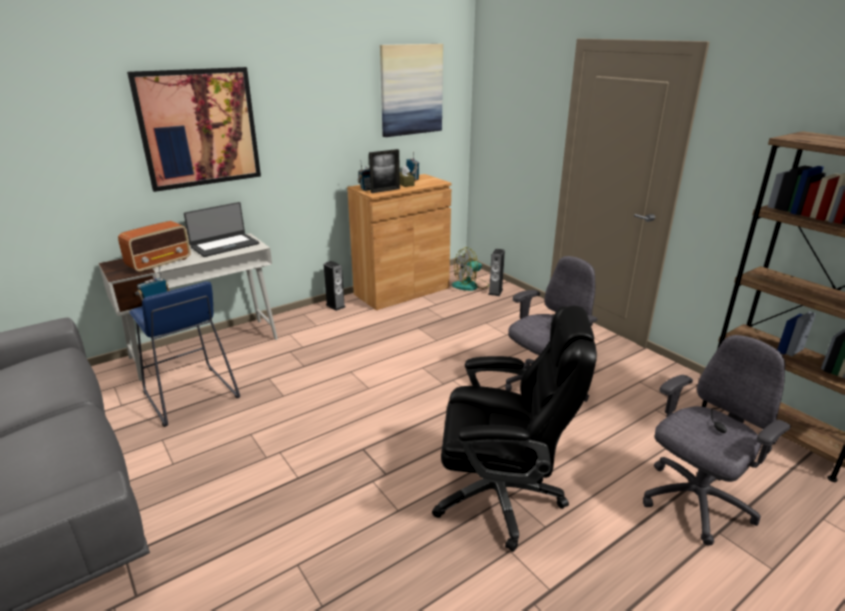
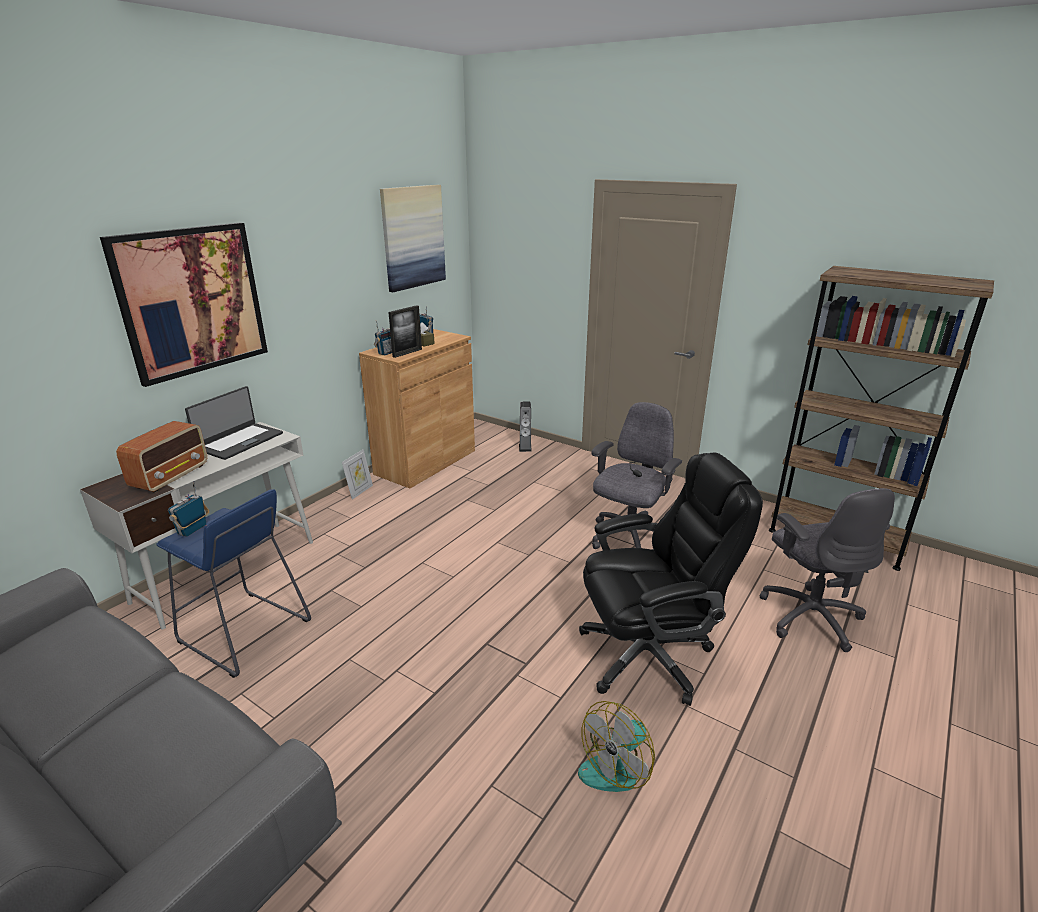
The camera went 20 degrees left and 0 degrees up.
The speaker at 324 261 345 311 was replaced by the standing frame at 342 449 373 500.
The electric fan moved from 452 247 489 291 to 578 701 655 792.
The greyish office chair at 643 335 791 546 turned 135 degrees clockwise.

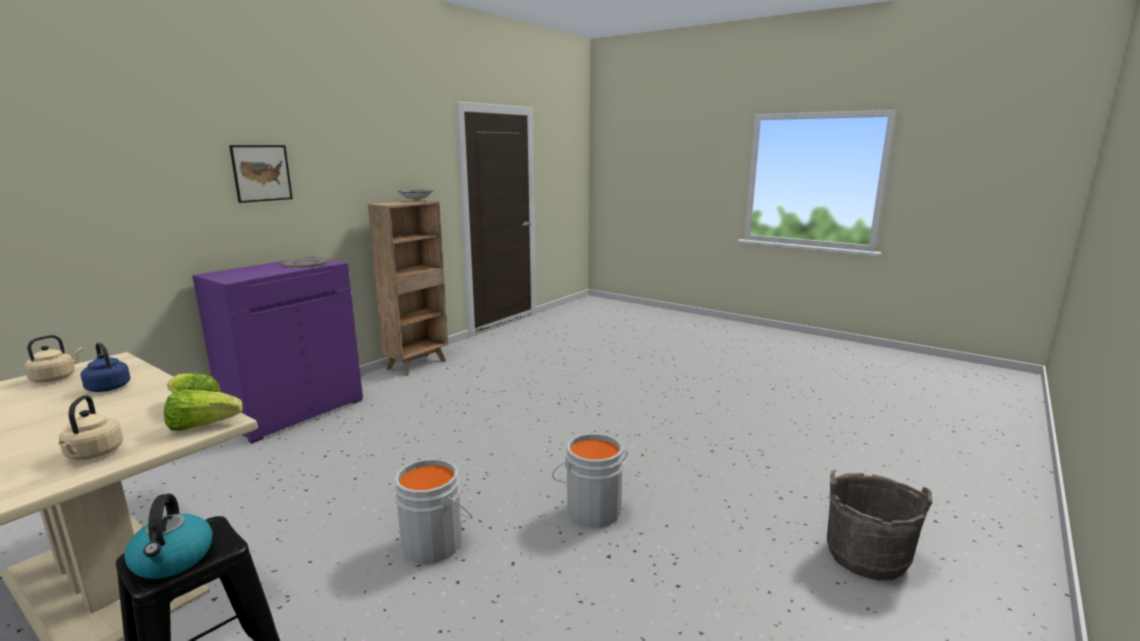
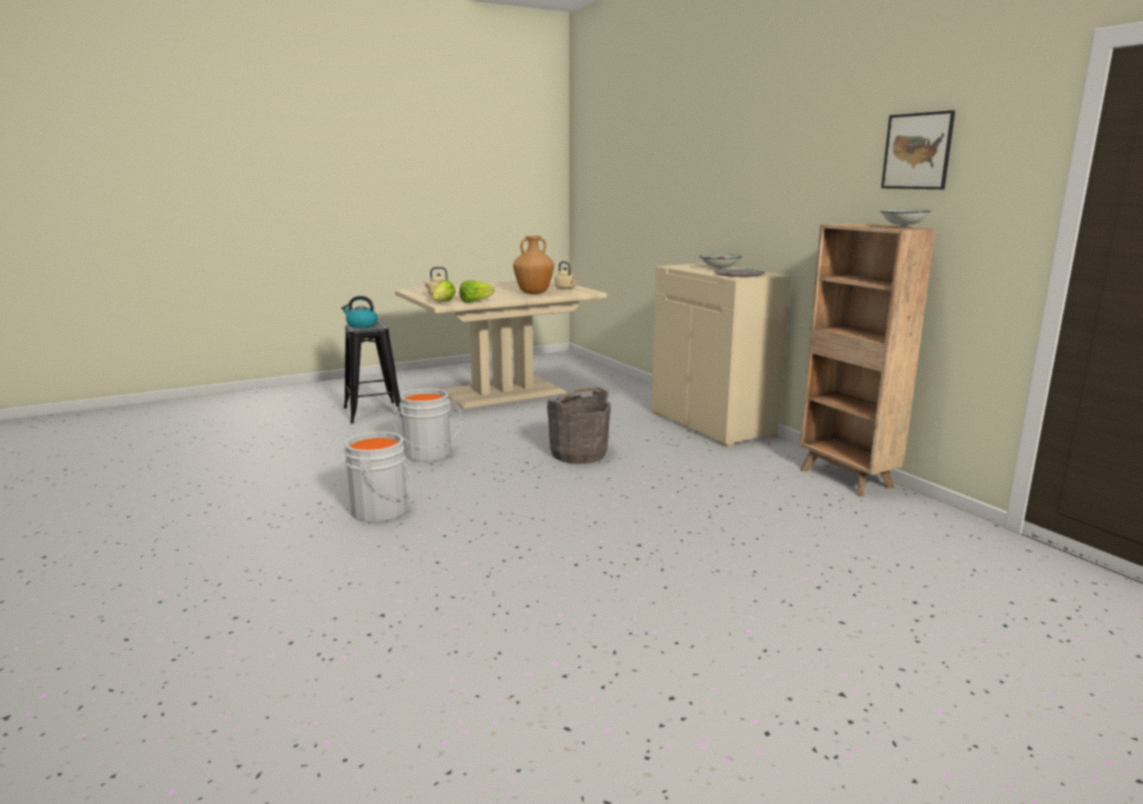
The camera went 115 degrees right and 0 degrees up.
The blue kettle at 81 342 131 392 was replaced by the brownish decorative vase at 513 236 554 294.
The purple cabinet at 192 256 363 443 became the sand-coloured cabinet at 652 263 791 447.
The wall art moved from 229 145 293 203 to 881 110 955 189.
The greyish pail moved from 827 471 933 580 to 547 388 611 464.
The bowl at 699 254 742 269 appeared.

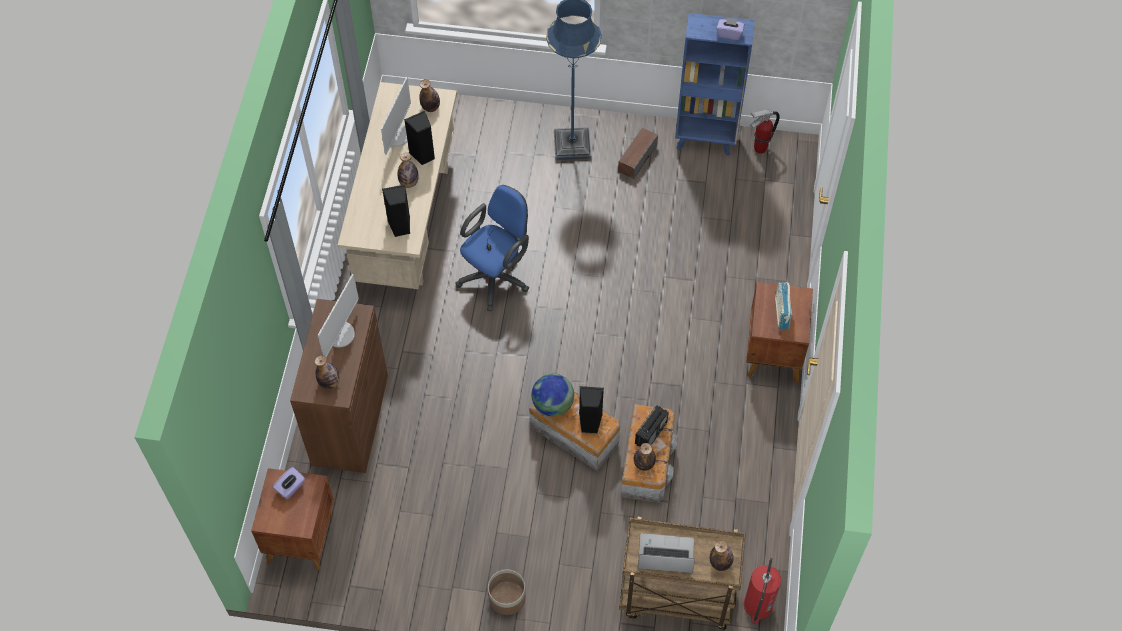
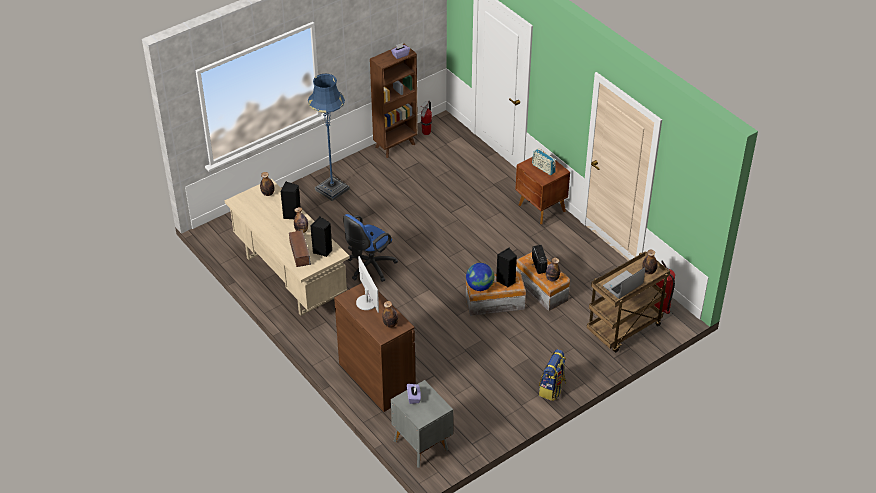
The camera went 45 degrees left and 15 degrees down.
The brownish night table at 251 468 334 570 became the greyish night table at 391 380 453 468.
The monitor at 381 77 411 155 disappeared.
The blue office chair at 455 185 529 311 turned 135 degrees counterclockwise.
The planter at 488 569 526 615 was replaced by the knapsack at 539 349 566 401.
The speaker moved from 618 128 658 179 to 289 230 311 267.
The blue shelving unit at 675 13 755 156 became the brownish shelving unit at 370 44 418 158.

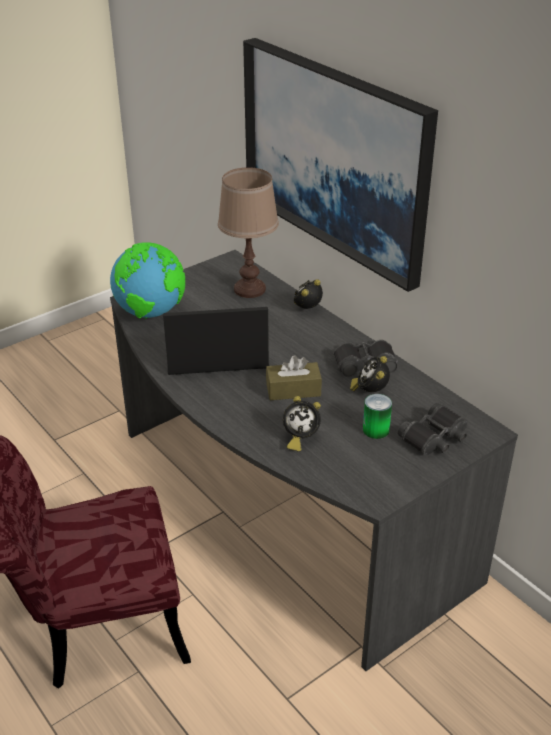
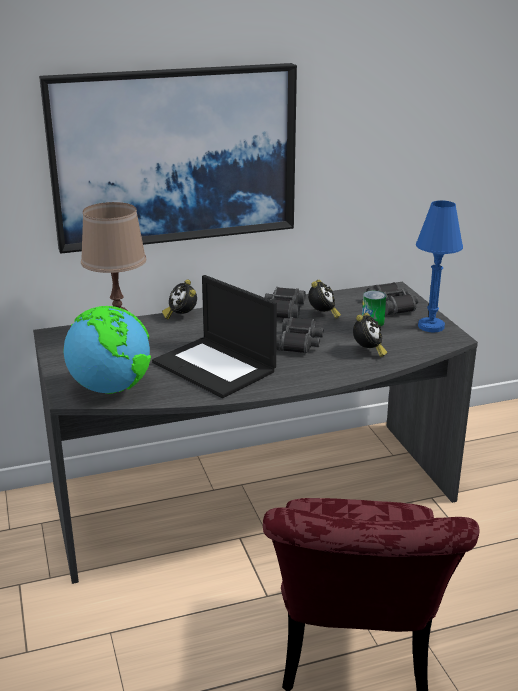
The camera went 70 degrees left and 10 degrees down.
The laptop at 163 307 269 375 turned 60 degrees counterclockwise.
The brownish tissue holder at 266 355 322 400 was replaced by the black binoculars at 276 317 324 353.
The table clock at 350 356 390 392 turned 105 degrees counterclockwise.
The blue tabletop lamp at 416 200 463 333 appeared.

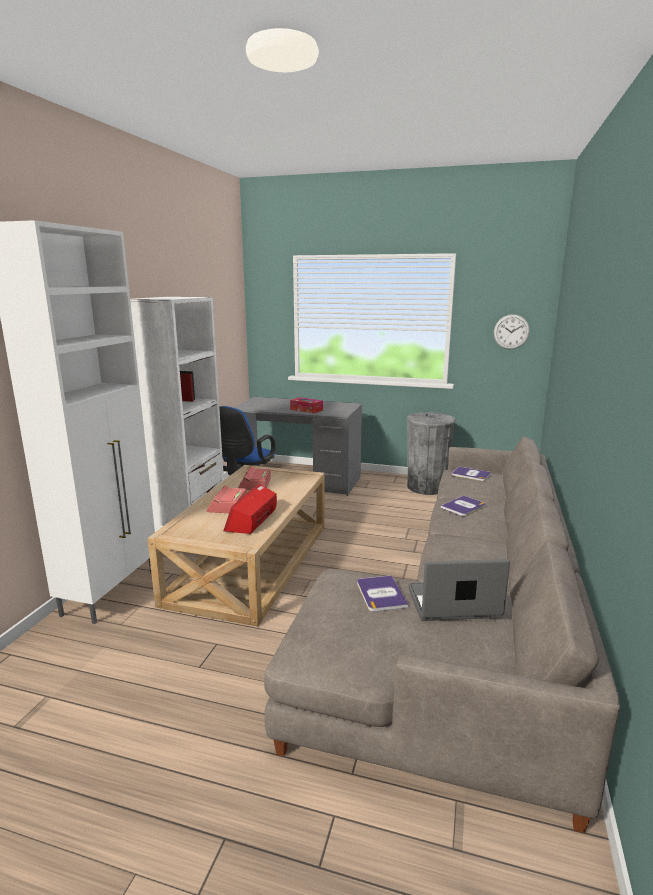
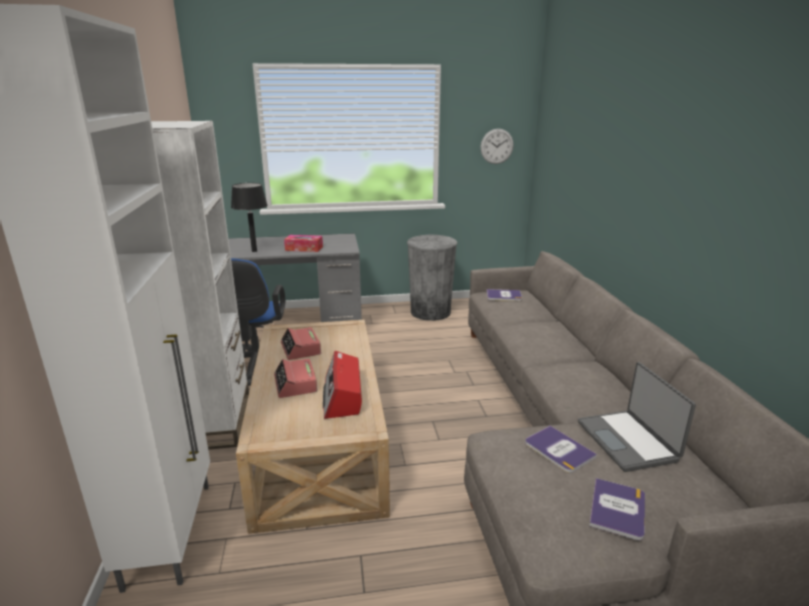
The camera went 25 degrees left and 5 degrees up.
The laptop at 408 559 510 621 turned 75 degrees counterclockwise.
The volume moved from 441 496 486 516 to 589 478 645 540.
The black tabletop lamp at 231 183 268 252 appeared.

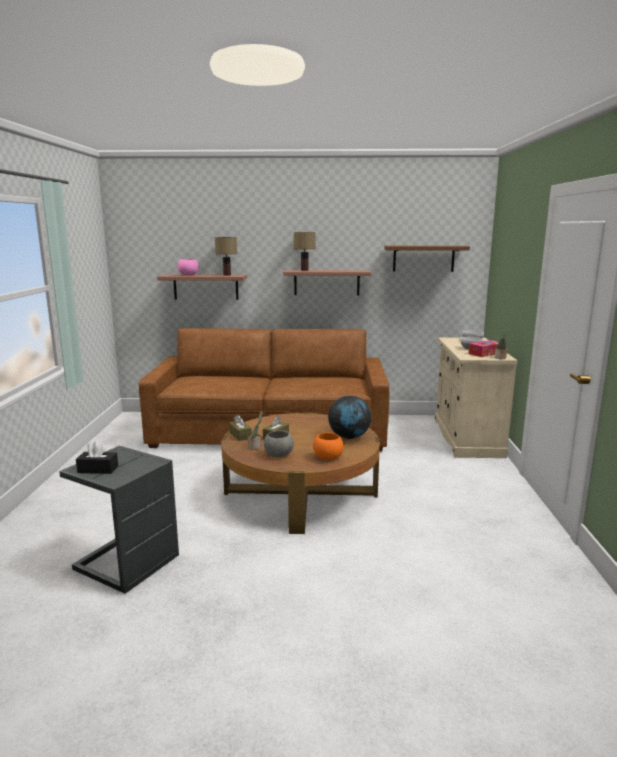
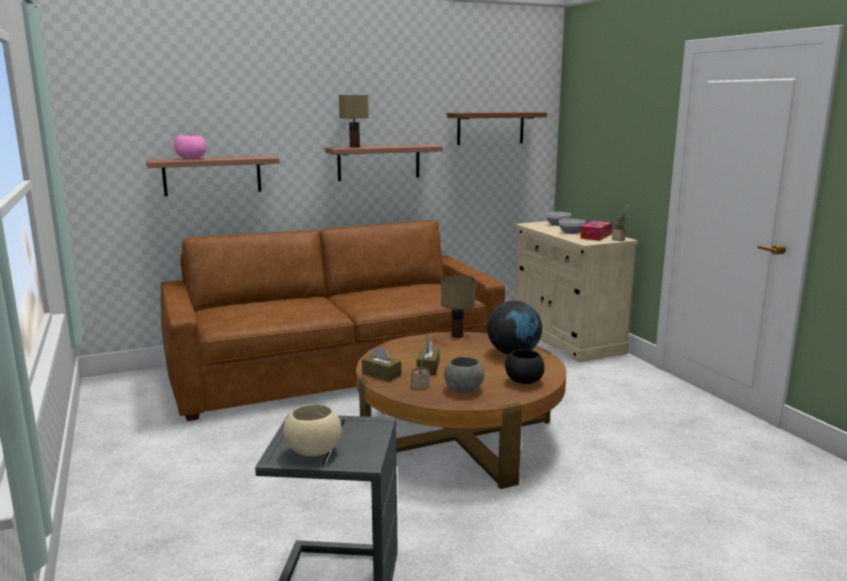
The camera went 25 degrees left and 0 degrees up.
The black tissue holder at 76 441 118 474 was replaced by the sand-coloured bowl at 284 404 342 456.
The tabletop lamp moved from 215 237 237 276 to 441 275 476 338.
The orangey bowl at 313 432 344 460 became the black bowl at 505 349 545 384.

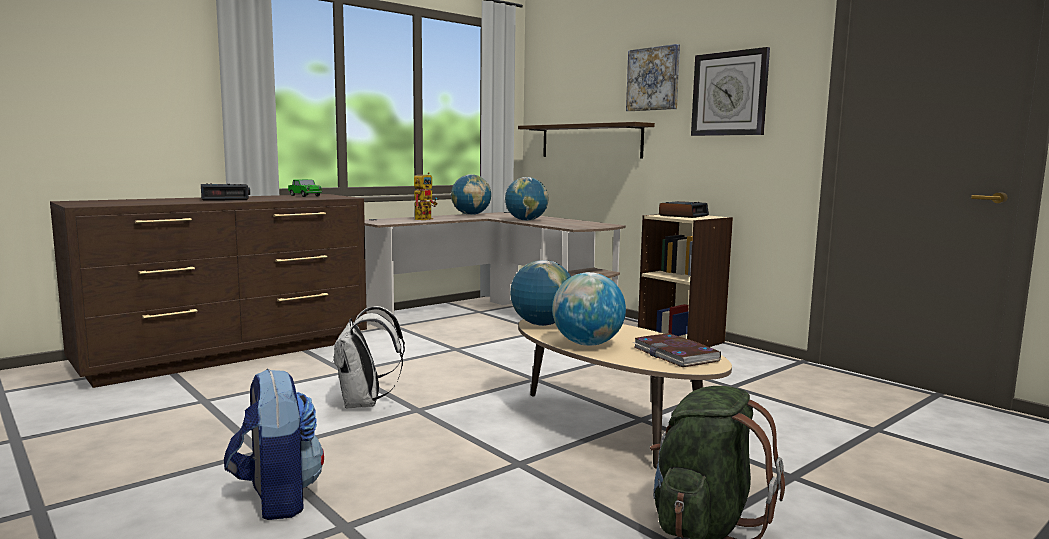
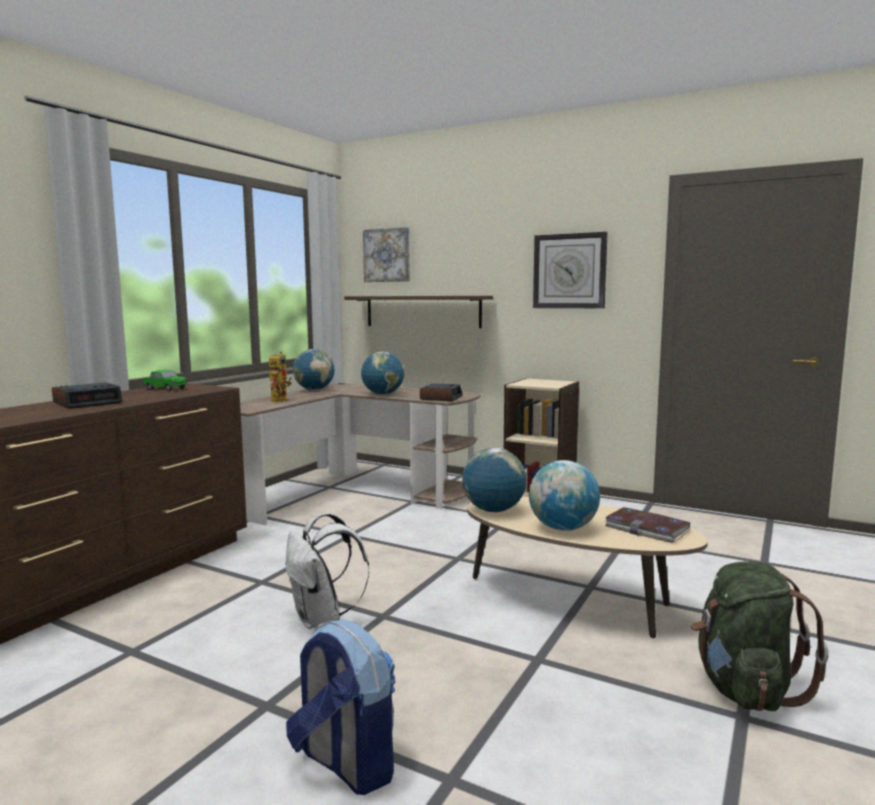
The camera went 20 degrees left and 0 degrees up.
The wall art moved from 626 44 680 111 to 363 227 410 282.
The table clock moved from 659 201 709 218 to 420 384 463 401.

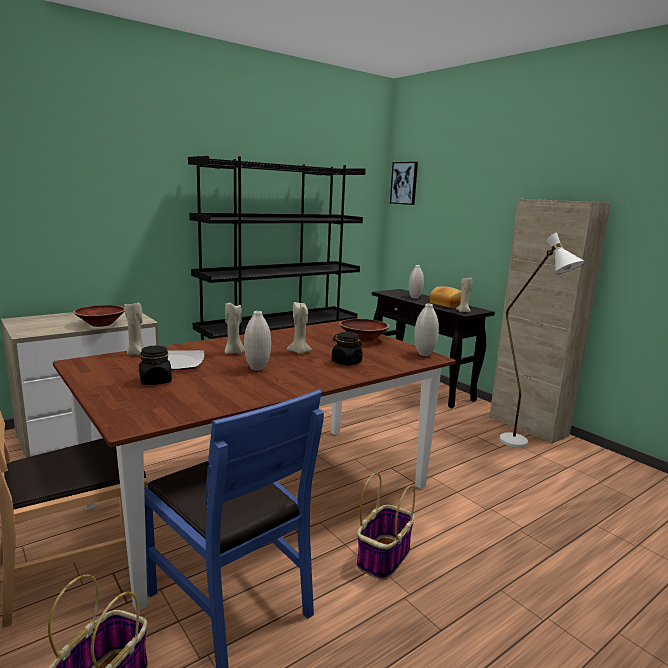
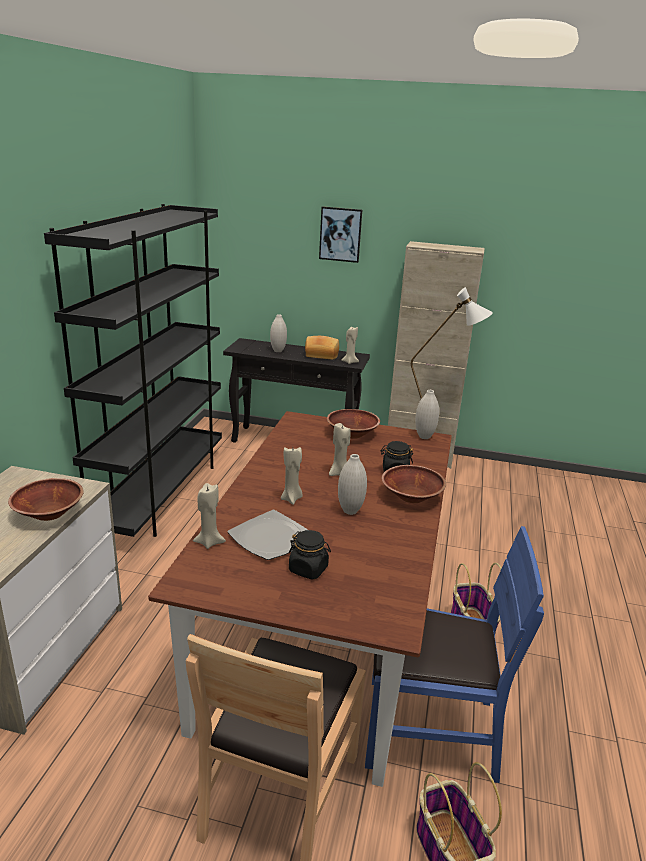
The camera went 40 degrees left and 10 degrees up.
The wall art moved from 390 162 418 205 to 319 206 362 263.
The brownish bowl at 382 465 446 503 appeared.

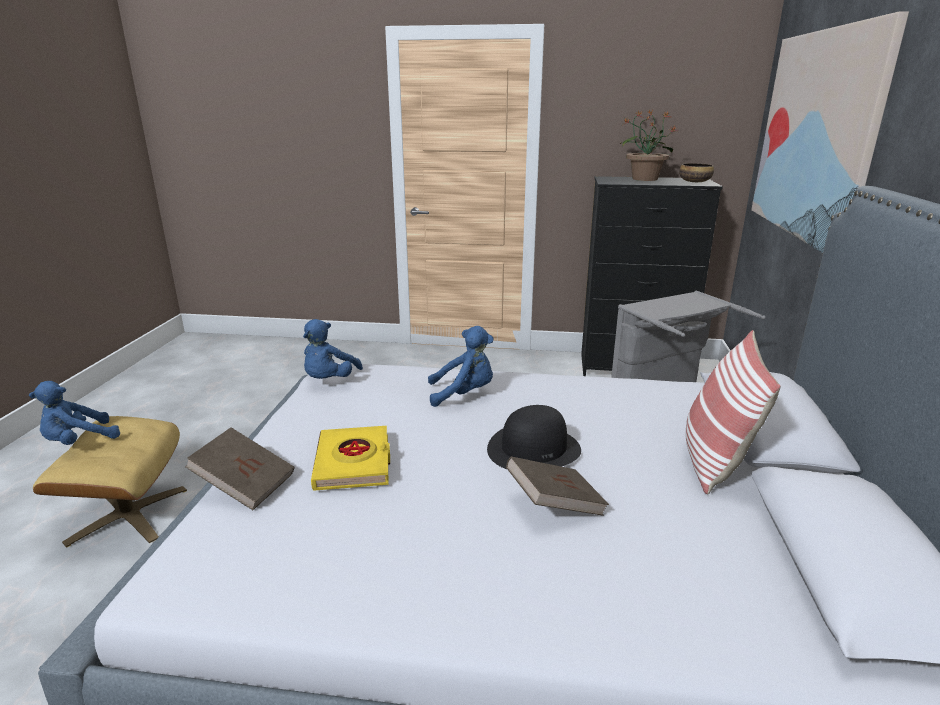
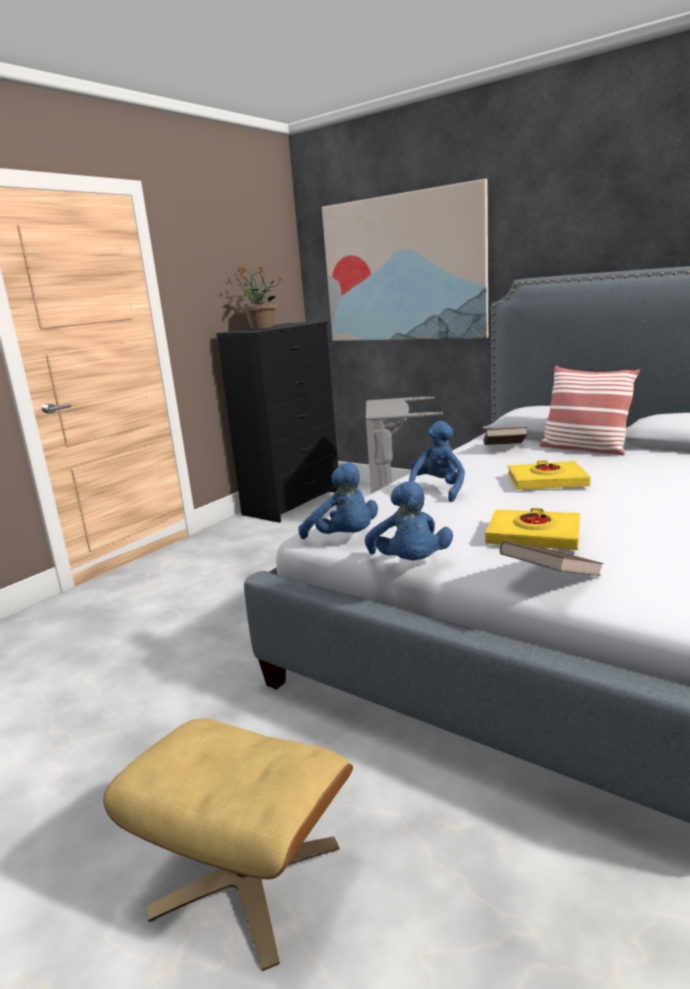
The camera went 60 degrees left and 5 degrees down.
The blue plush toy moved from 29 381 120 445 to 365 481 453 560.
The black clothing hat at 487 405 581 469 was replaced by the yellow volume at 508 460 591 490.
The brownish volume moved from 506 456 609 516 to 483 427 527 445.
The bowl at 679 163 714 182 disappeared.

